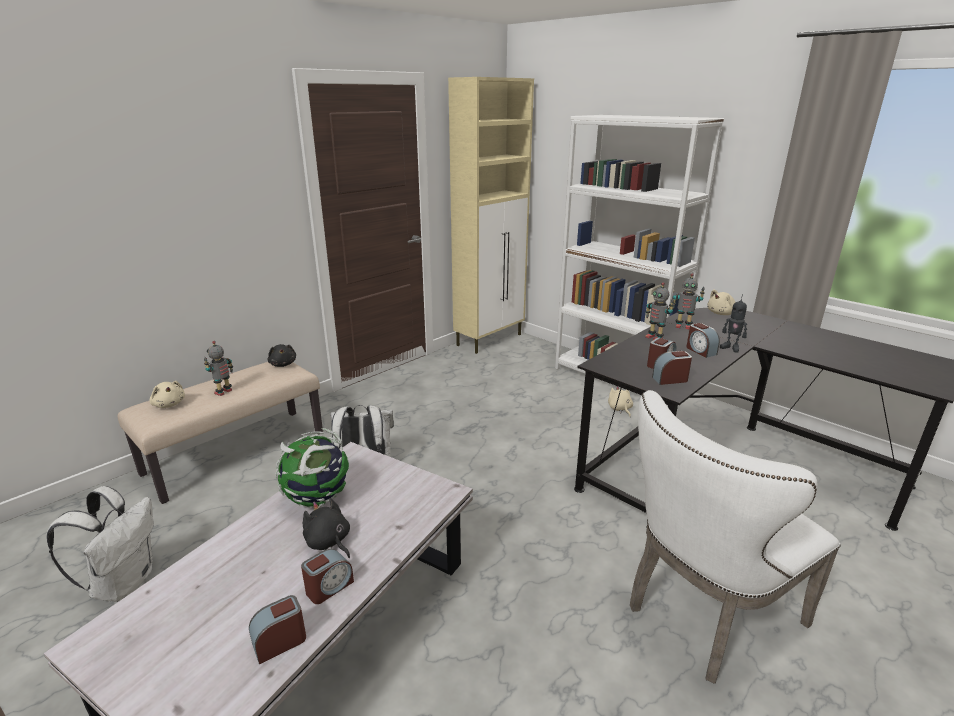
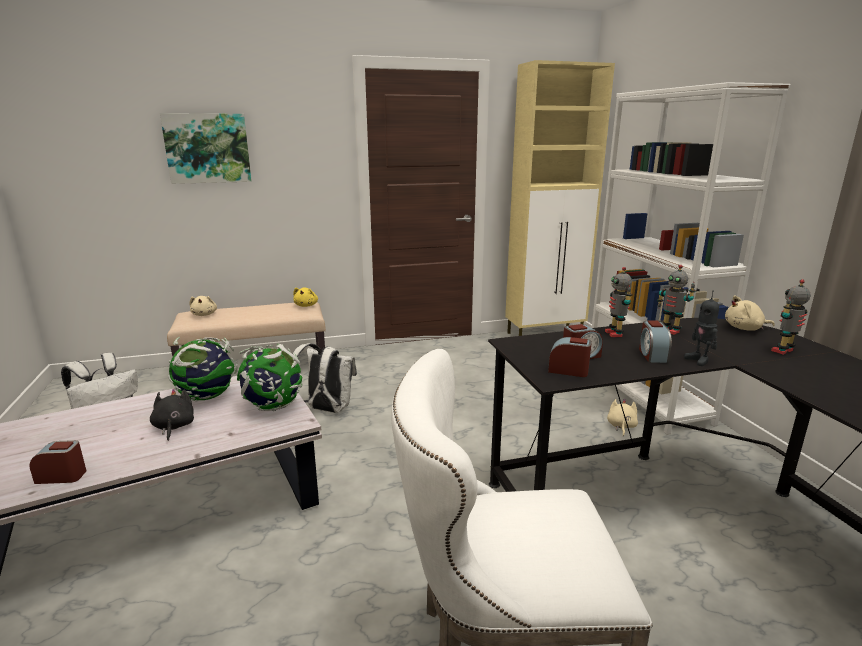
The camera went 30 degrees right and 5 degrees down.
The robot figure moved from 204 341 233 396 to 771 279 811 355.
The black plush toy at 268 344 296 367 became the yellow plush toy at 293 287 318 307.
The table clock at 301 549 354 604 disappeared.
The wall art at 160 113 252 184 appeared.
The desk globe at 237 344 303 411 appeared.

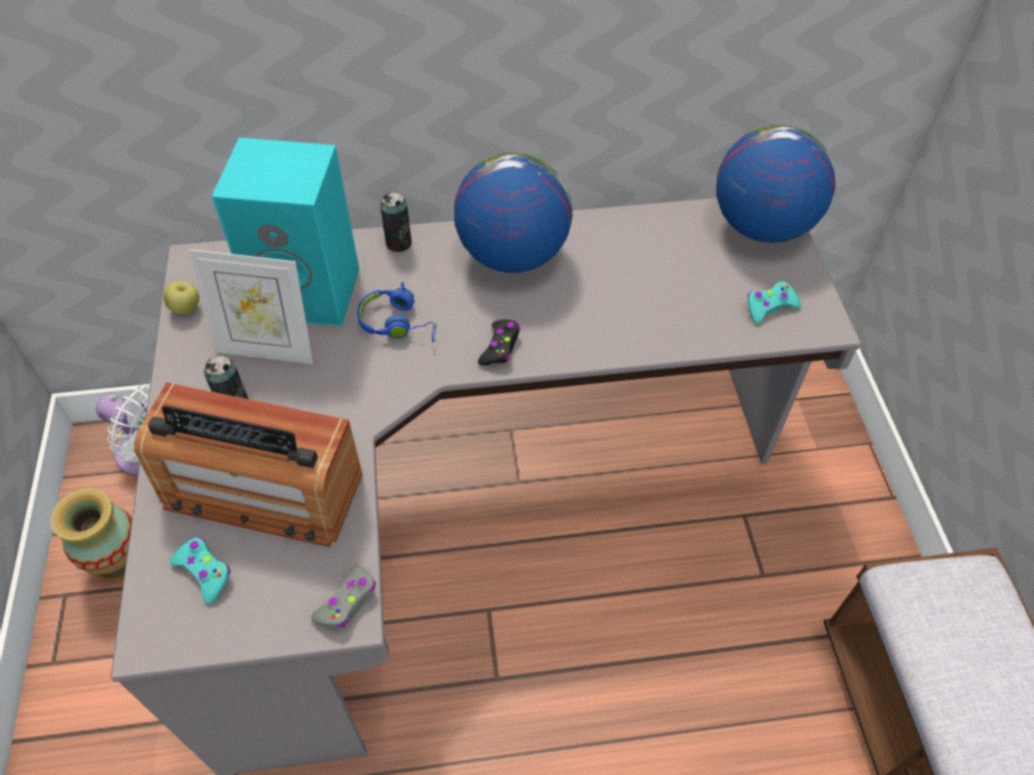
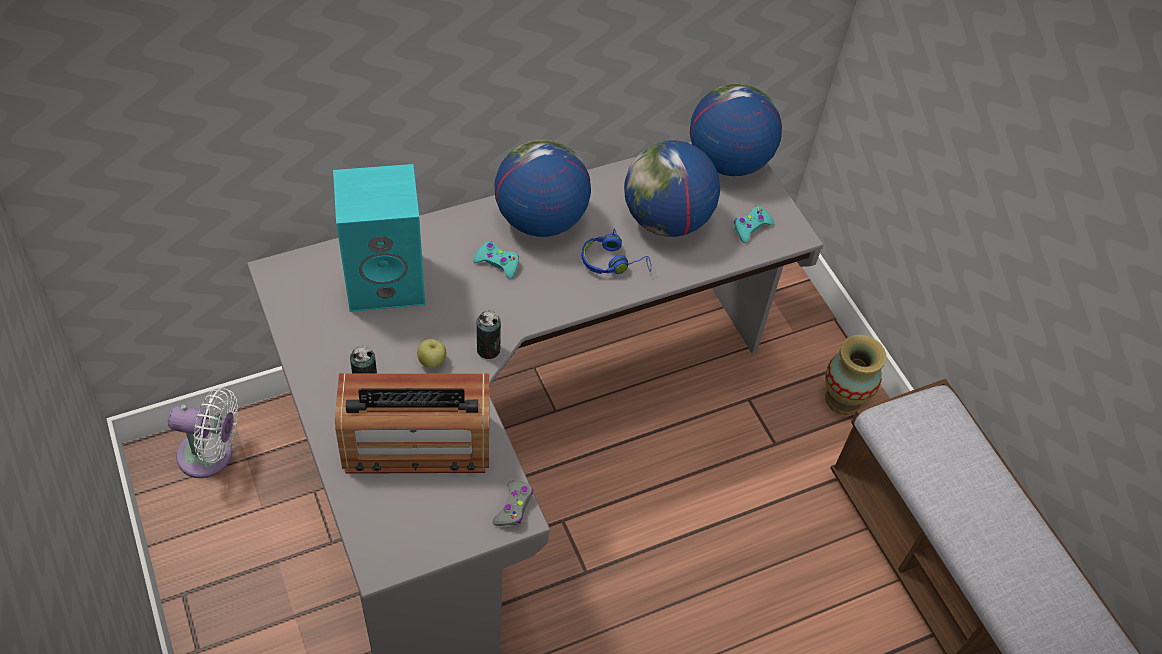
The camera went 20 degrees left and 0 degrees up.
The decorative vase moved from 50 488 132 582 to 825 335 886 415.
The whole apple moved from 164 281 199 314 to 417 339 446 368.
The blue-green joypad moved from 170 537 231 604 to 473 241 519 279.
The standing frame at 189 249 313 364 disappeared.
The blue headset moved from 357 282 436 342 to 582 229 651 274.
The metal can moved from 380 192 412 252 to 477 311 501 359.
The black joypad at 478 320 520 366 disappeared.
The desk globe at 624 140 720 237 appeared.

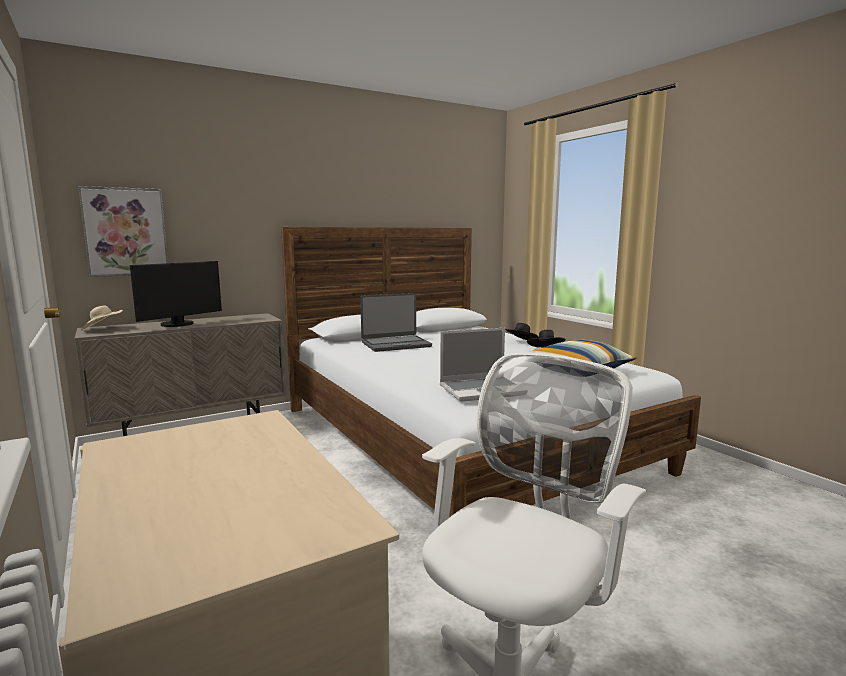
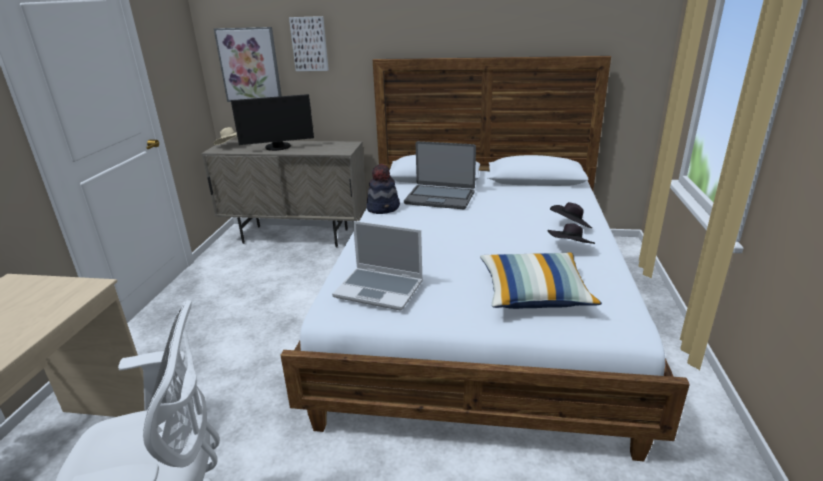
The camera went 40 degrees right and 15 degrees up.
The wall art at 289 16 329 71 appeared.
The clothing hat at 366 164 400 214 appeared.

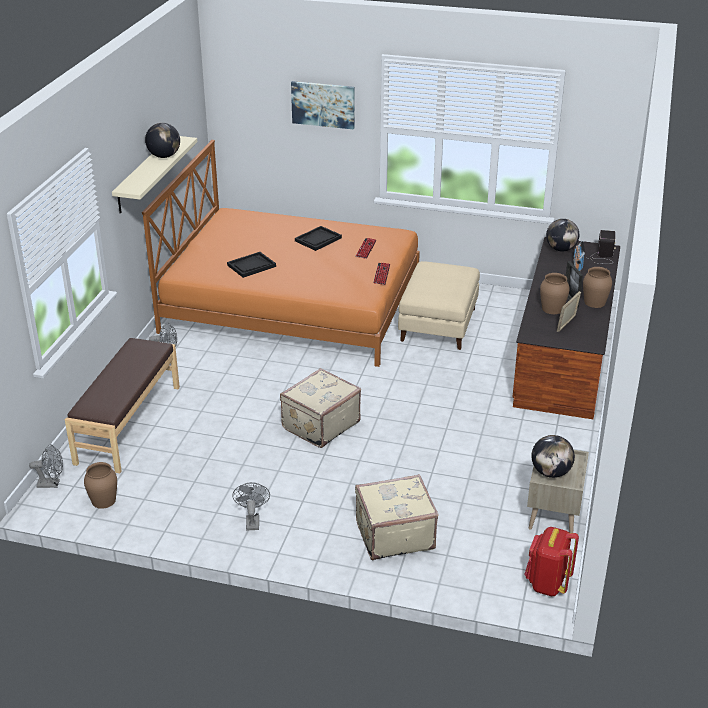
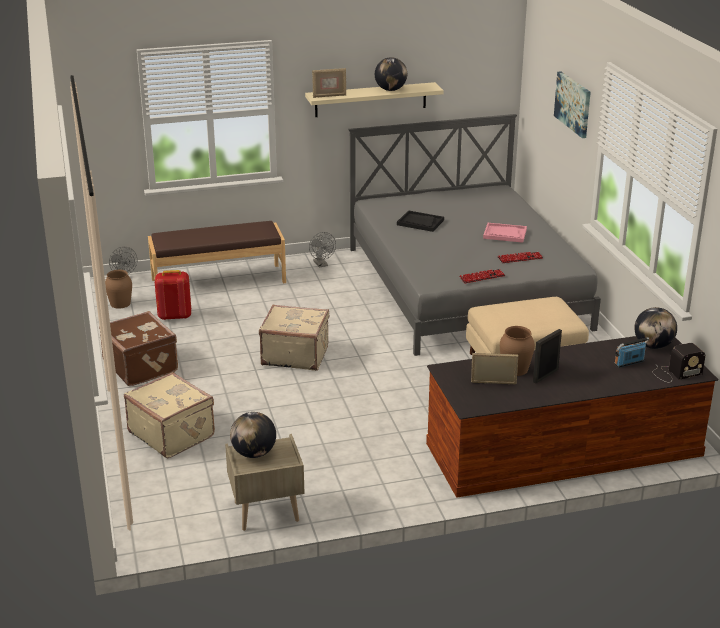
The camera went 60 degrees right and 5 degrees down.
The orangey bed at 142 140 420 367 became the greyish bed at 348 114 601 356.
The greyish electric fan at 232 482 270 530 was replaced by the brownish suitcase at 99 311 178 386.
The black serving tray at 295 226 342 251 became the pink-coloured serving tray at 483 223 527 243.
The red knapsack moved from 524 527 579 596 to 155 270 191 320.
The brownish decorative vase at 583 267 612 308 disappeared.
The standing frame at 312 68 346 98 appeared.

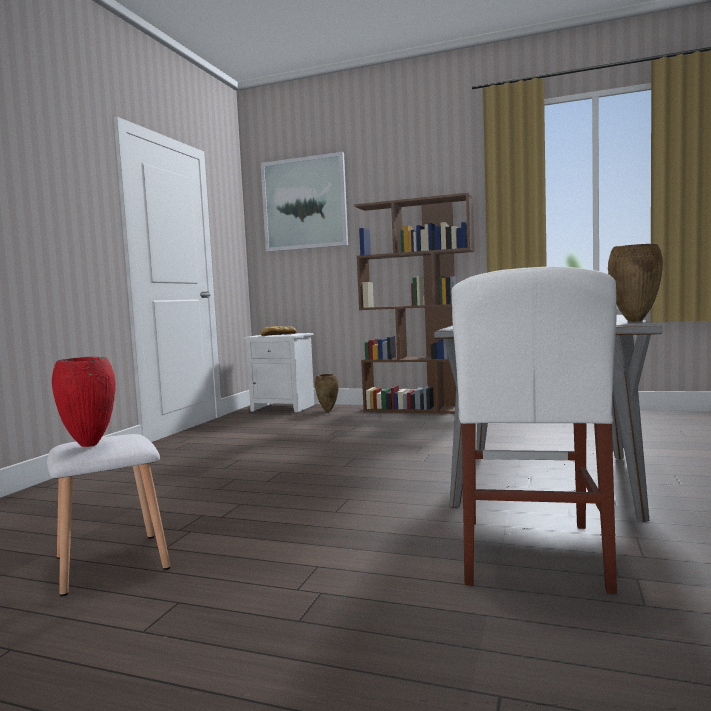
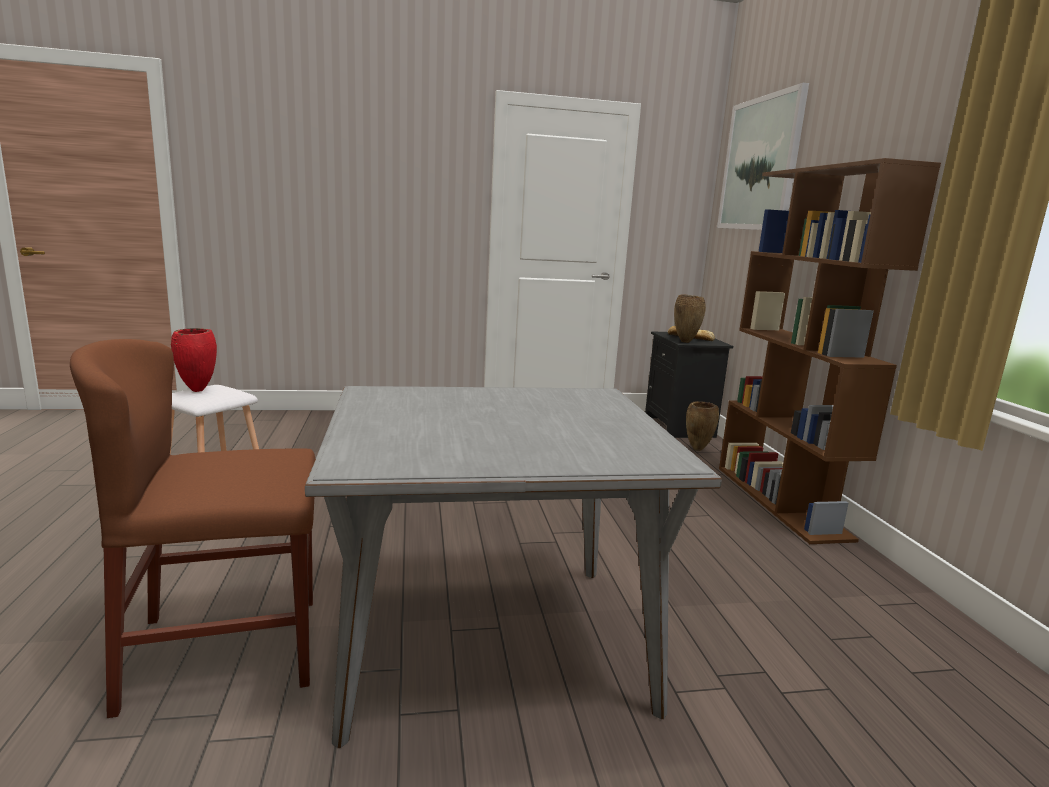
The camera went 60 degrees right and 10 degrees up.
The whitish night table at 243 333 315 413 became the black night table at 645 331 733 438.
The whitish upright chair at 452 267 617 594 became the brownish upright chair at 70 339 315 718.
The brownish decorative vase moved from 608 244 663 322 to 674 294 706 343.

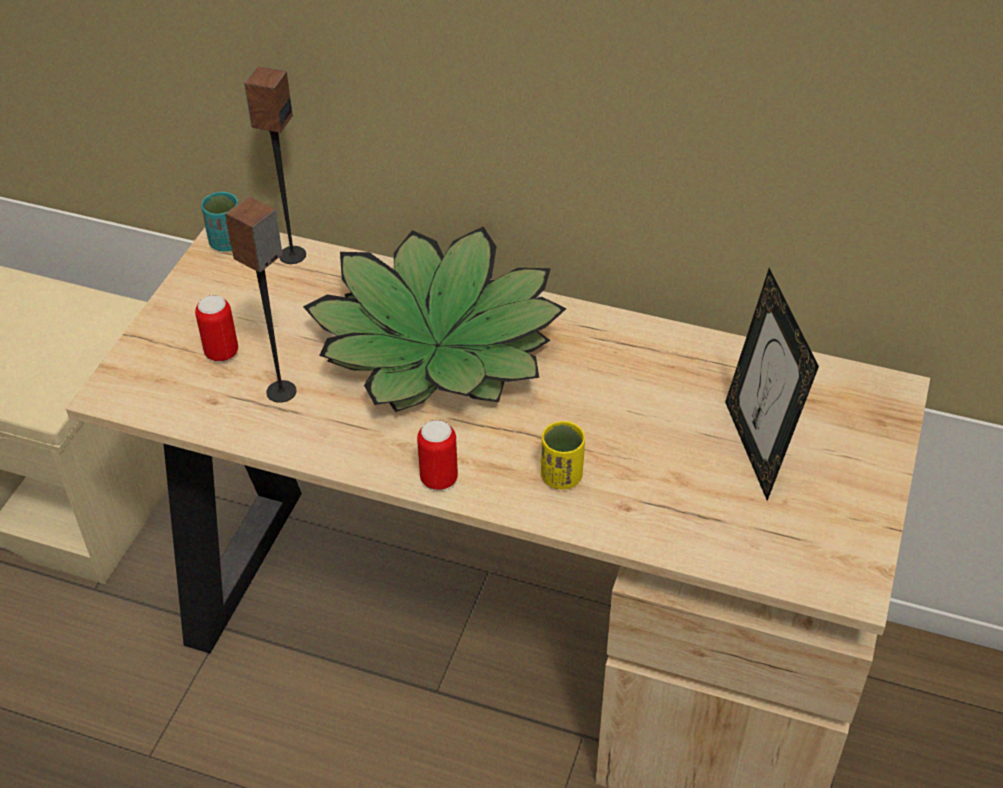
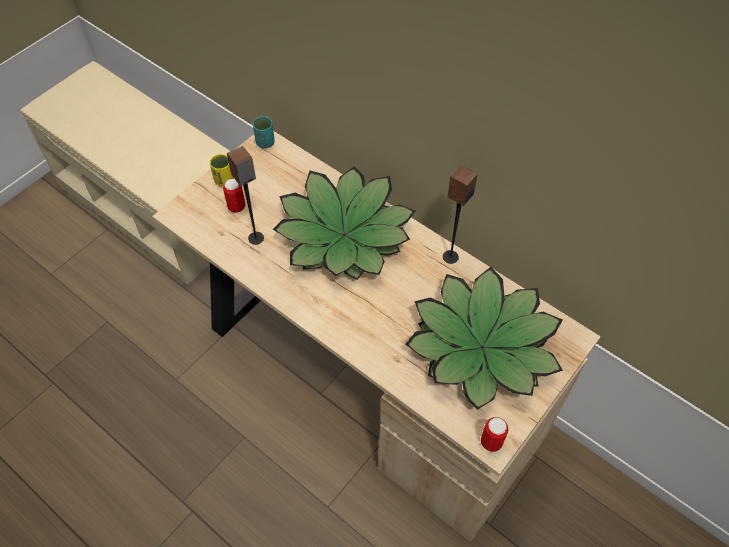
The camera went 20 degrees right and 10 degrees up.
The speaker moved from 244 67 306 264 to 443 165 477 264.
The metal can moved from 417 420 458 491 to 481 417 508 452.
The yellow cup moved from 541 421 585 490 to 210 154 234 187.
The standing frame at 725 268 819 501 was replaced by the houseplant at 405 267 563 410.

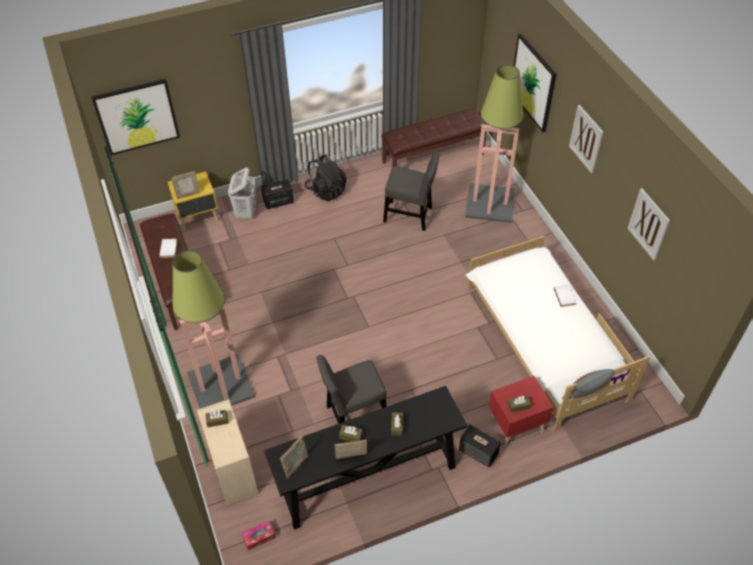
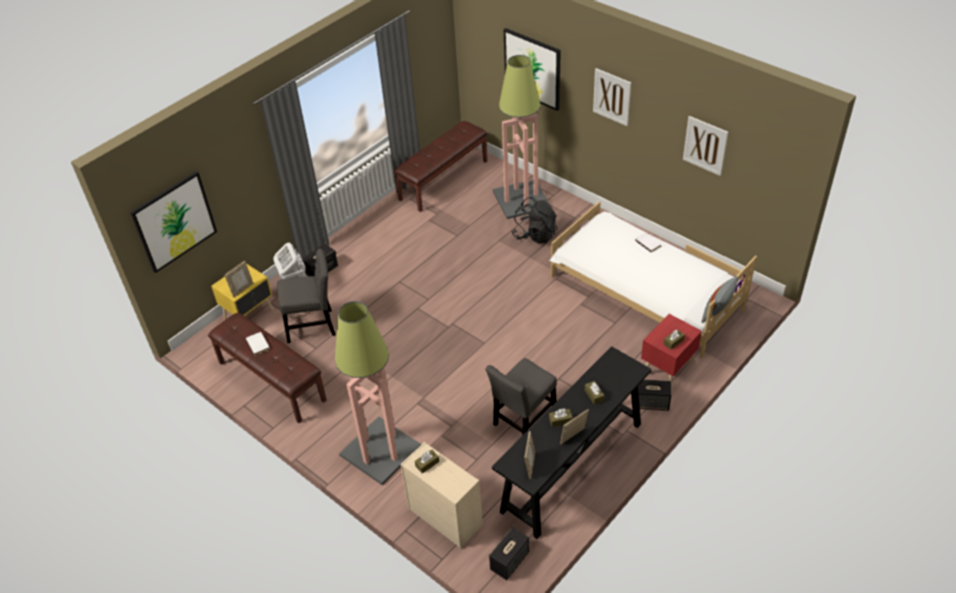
The camera went 25 degrees left and 5 degrees down.
The tissue holder at 242 521 276 550 was replaced by the speaker at 489 527 529 580.
The black knapsack moved from 305 154 346 201 to 512 197 557 243.
The greyish upright chair moved from 383 151 439 231 to 277 248 336 343.

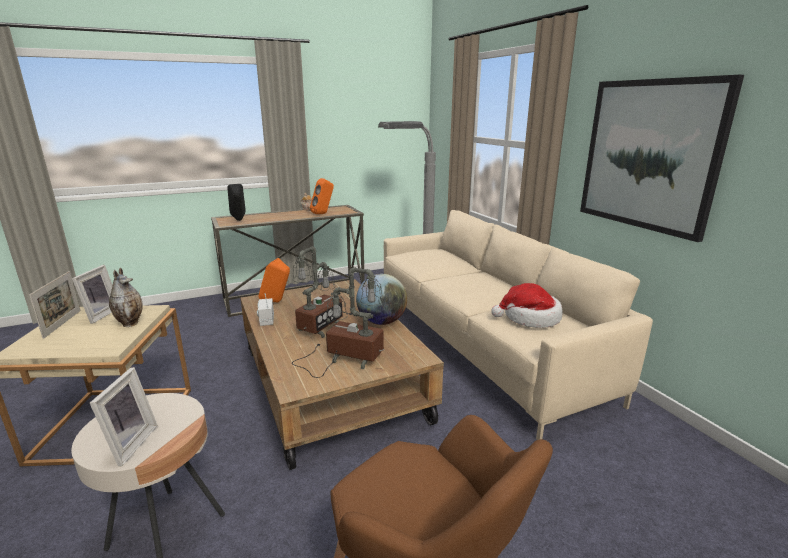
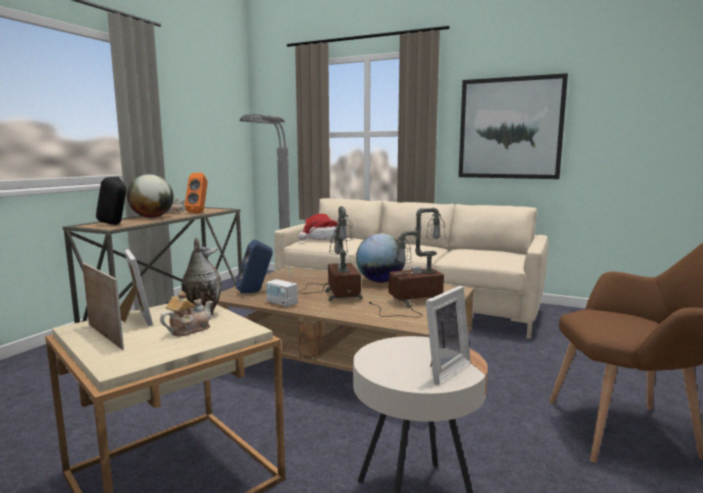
The camera went 40 degrees left and 10 degrees down.
The standing frame at 90 367 158 467 turned 75 degrees clockwise.
The orangey speaker at 259 258 290 302 became the blue speaker at 236 240 273 293.
The clothing hat moved from 492 283 563 328 to 298 214 339 241.
The desk globe at 127 174 174 218 appeared.
The pot for tea at 160 291 213 337 appeared.

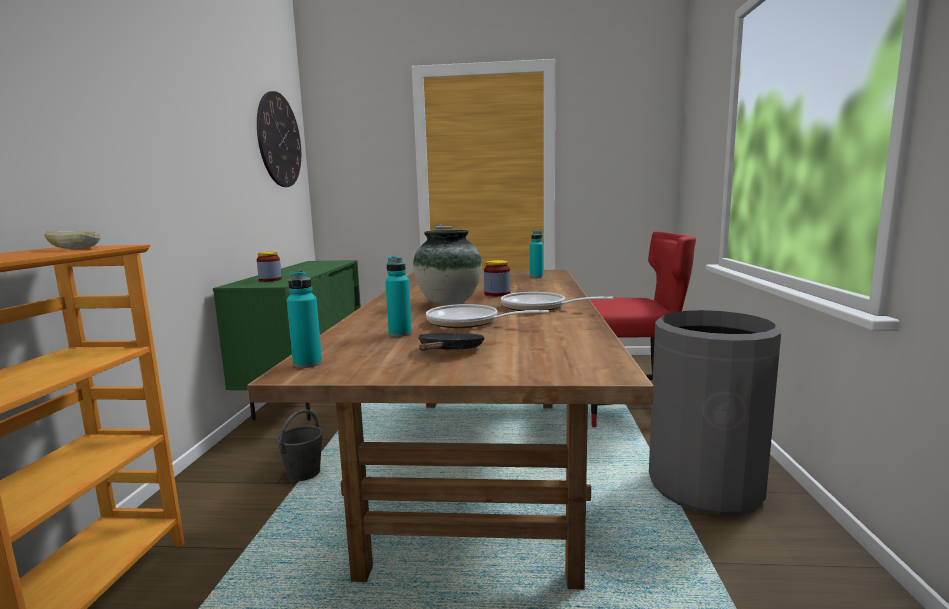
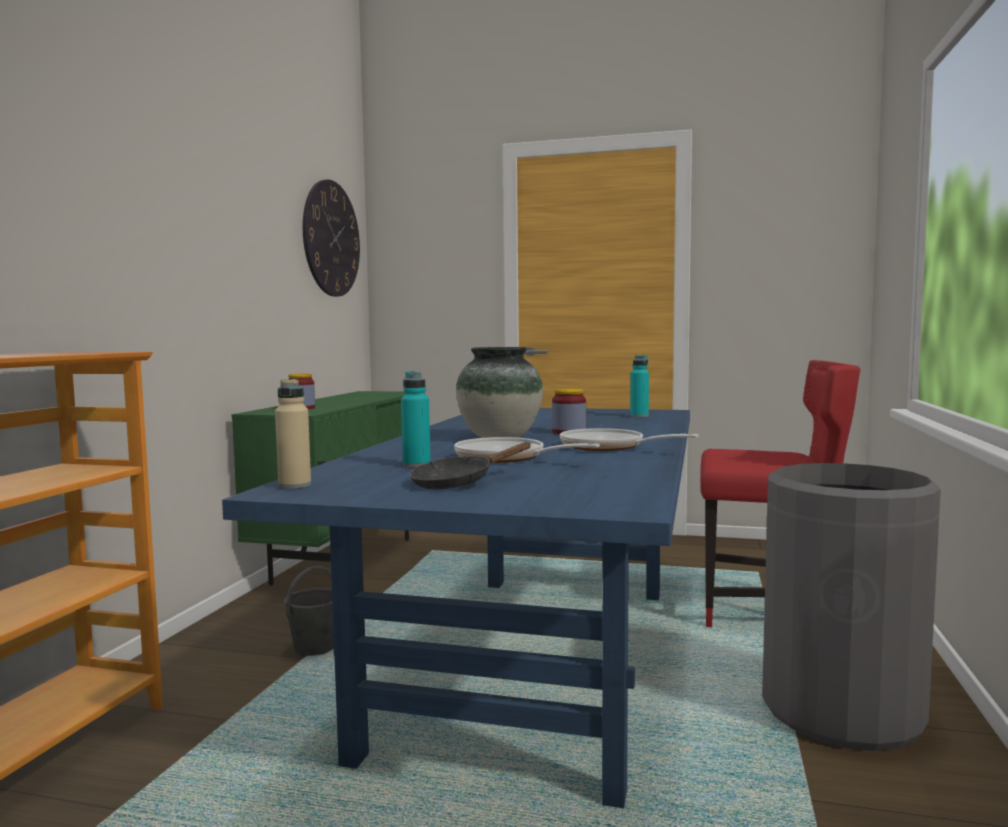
The camera went 10 degrees right and 5 degrees down.
The bakery bread at 44 231 101 249 disappeared.
The brownish dining table at 247 269 654 590 became the blue dining table at 222 408 690 808.
The blue-green bottle at 287 271 322 368 became the sand-coloured bottle at 275 379 311 489.
The black pan at 418 333 485 351 turned 150 degrees counterclockwise.

